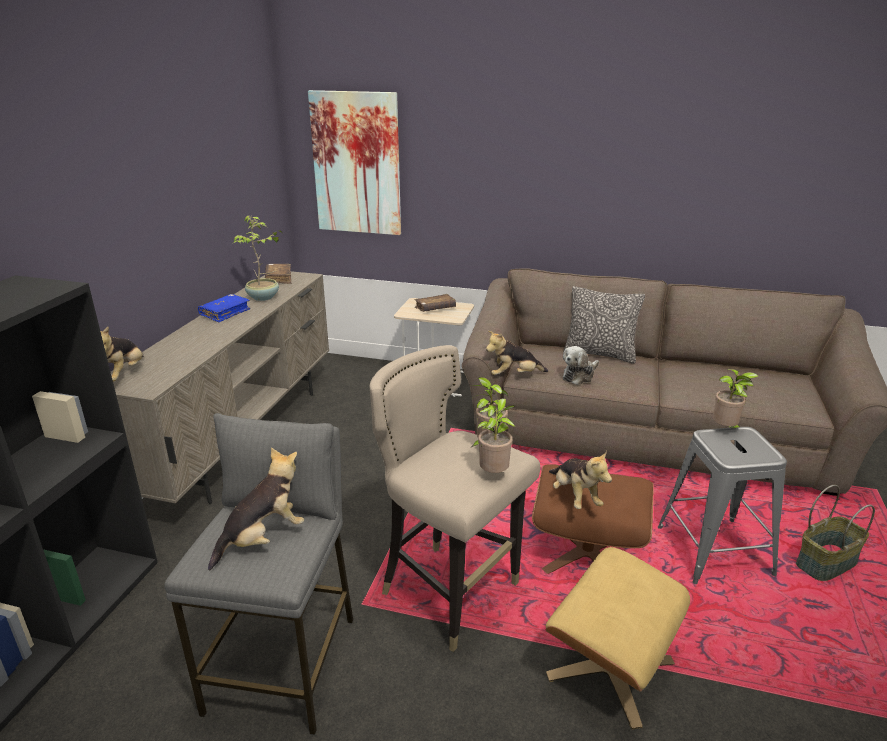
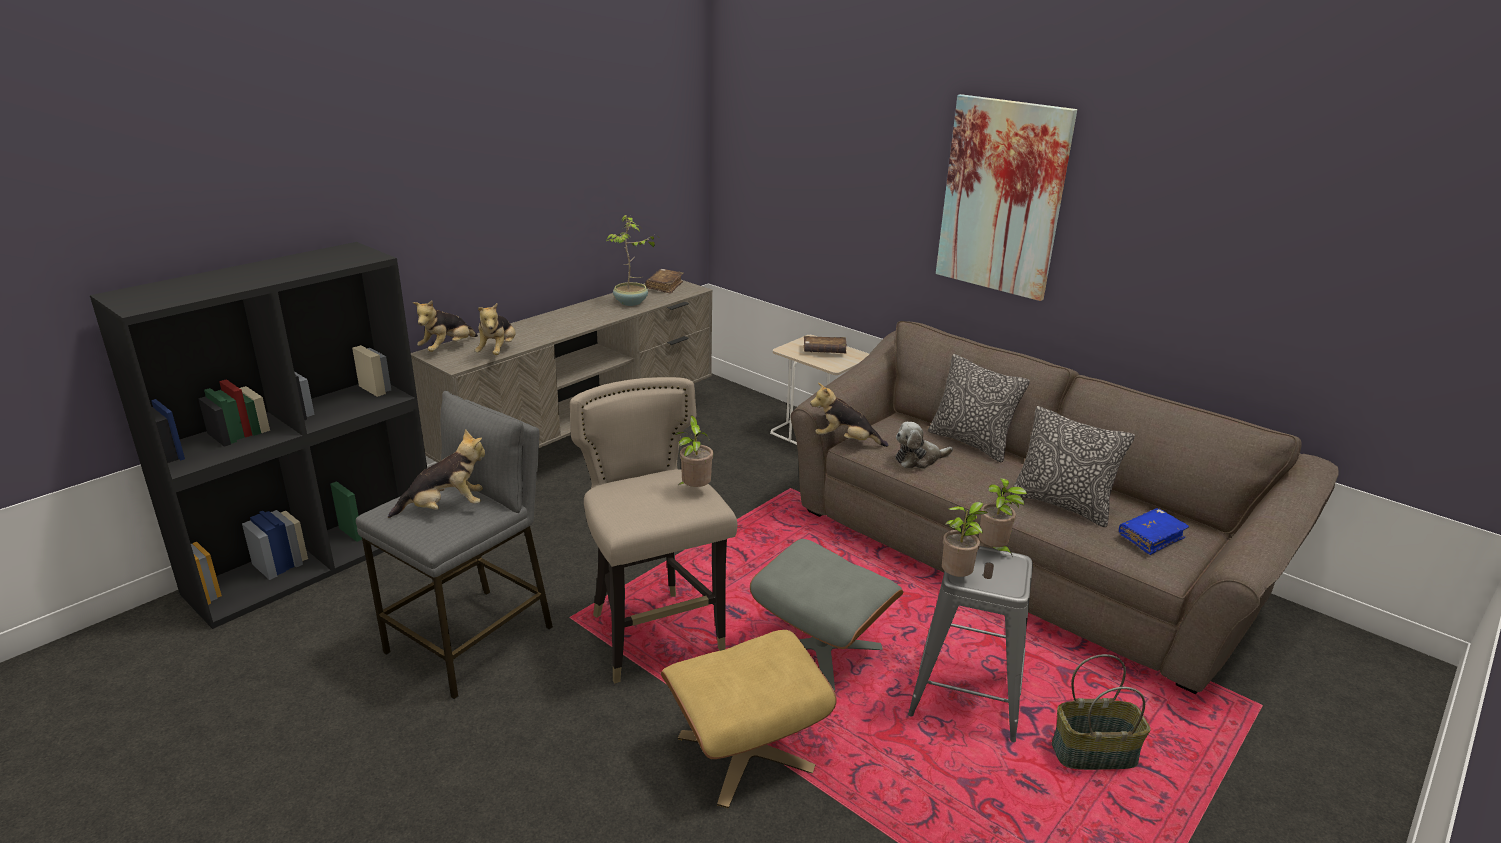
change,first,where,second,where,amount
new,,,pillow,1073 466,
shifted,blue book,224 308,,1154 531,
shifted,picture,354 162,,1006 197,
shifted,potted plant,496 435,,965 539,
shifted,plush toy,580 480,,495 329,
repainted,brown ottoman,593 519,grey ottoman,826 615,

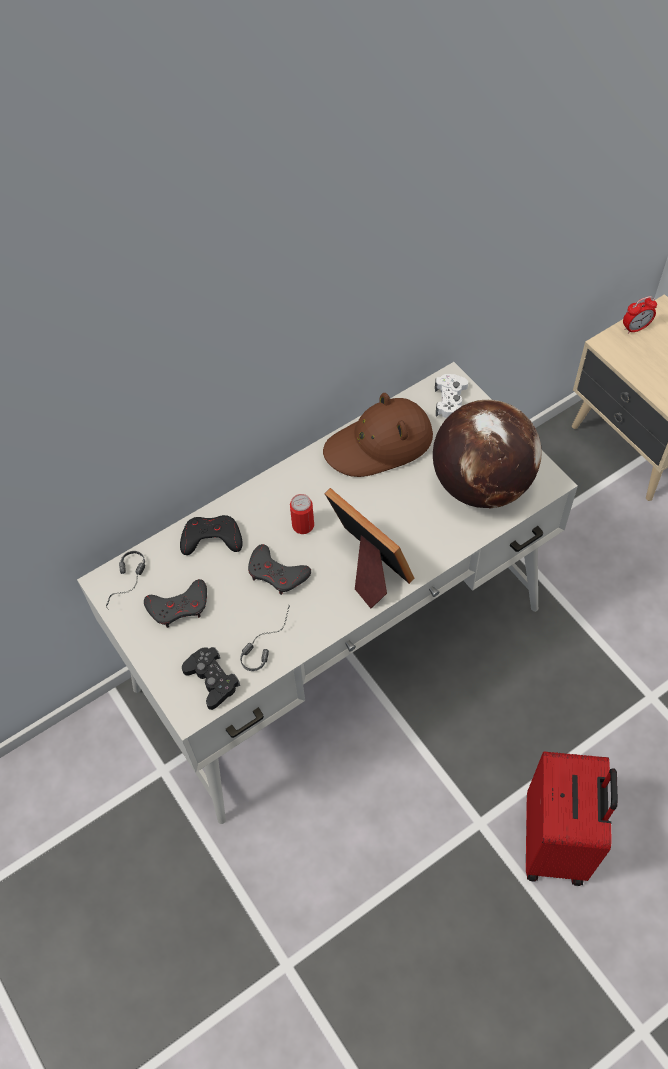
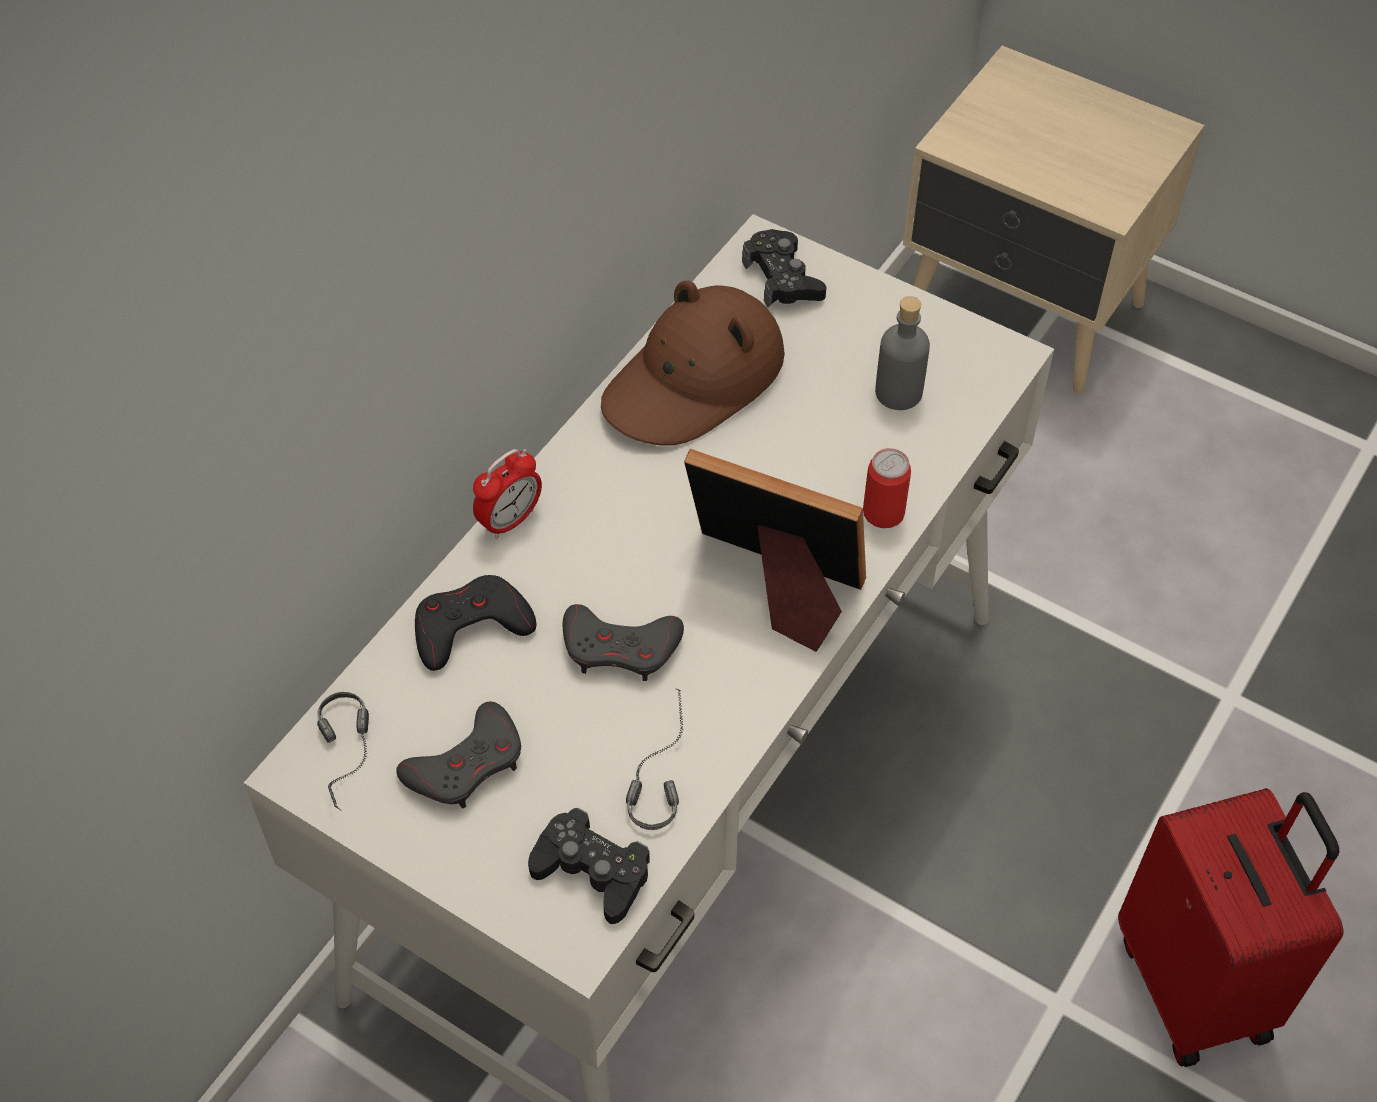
change,first,where,second,where,amount
shifted,can,302 514,,887 488,
shifted,alarm clock,640 315,,507 494,
swapped,globe,487 454,grey bottle,902 353,
repainted,white game controller,451 396,black game controller,784 268,

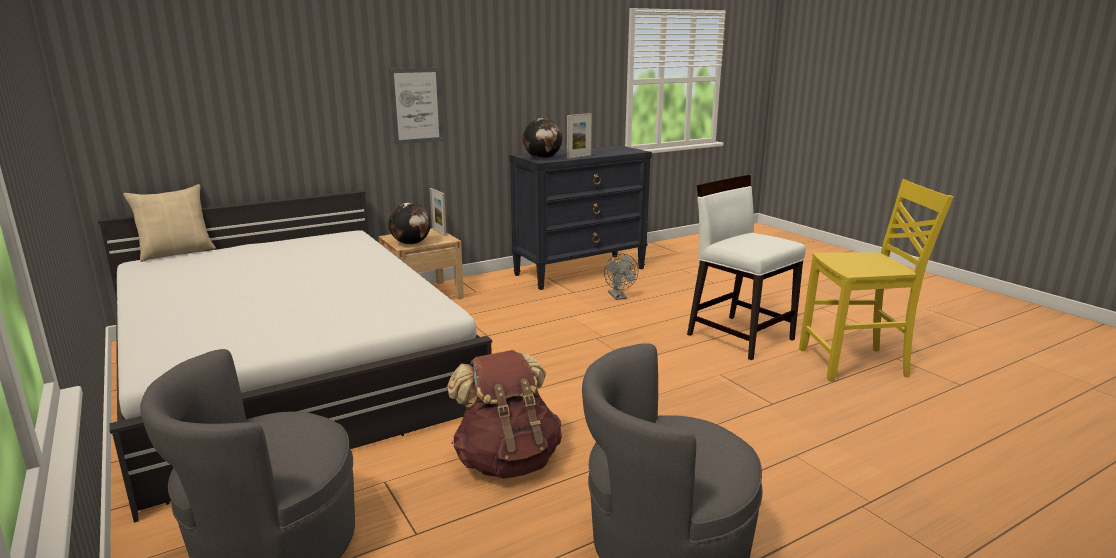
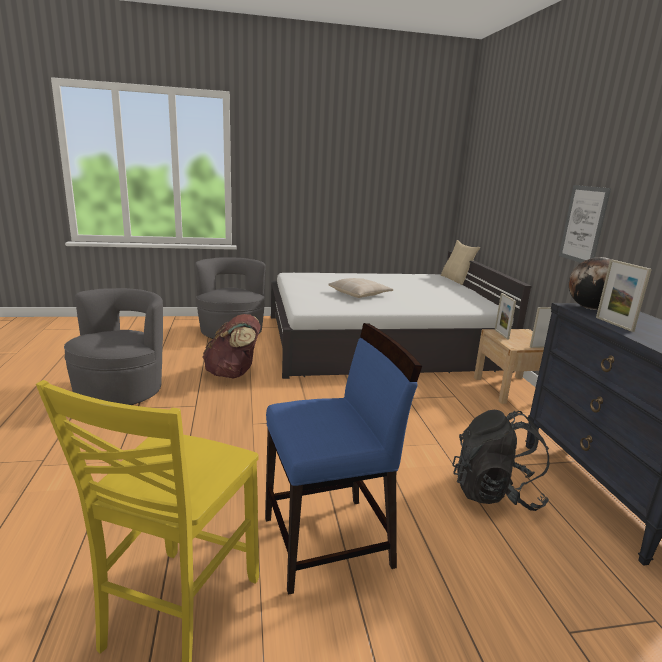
change,first,where,second,where,amount
new,,,beige pillow,361 288,
swapped,globe,409 224,picture frame,505 316,
swapped,grey fan,621 277,black backpack,501 460,
repainted,white chair,746 267,blue chair,343 459,

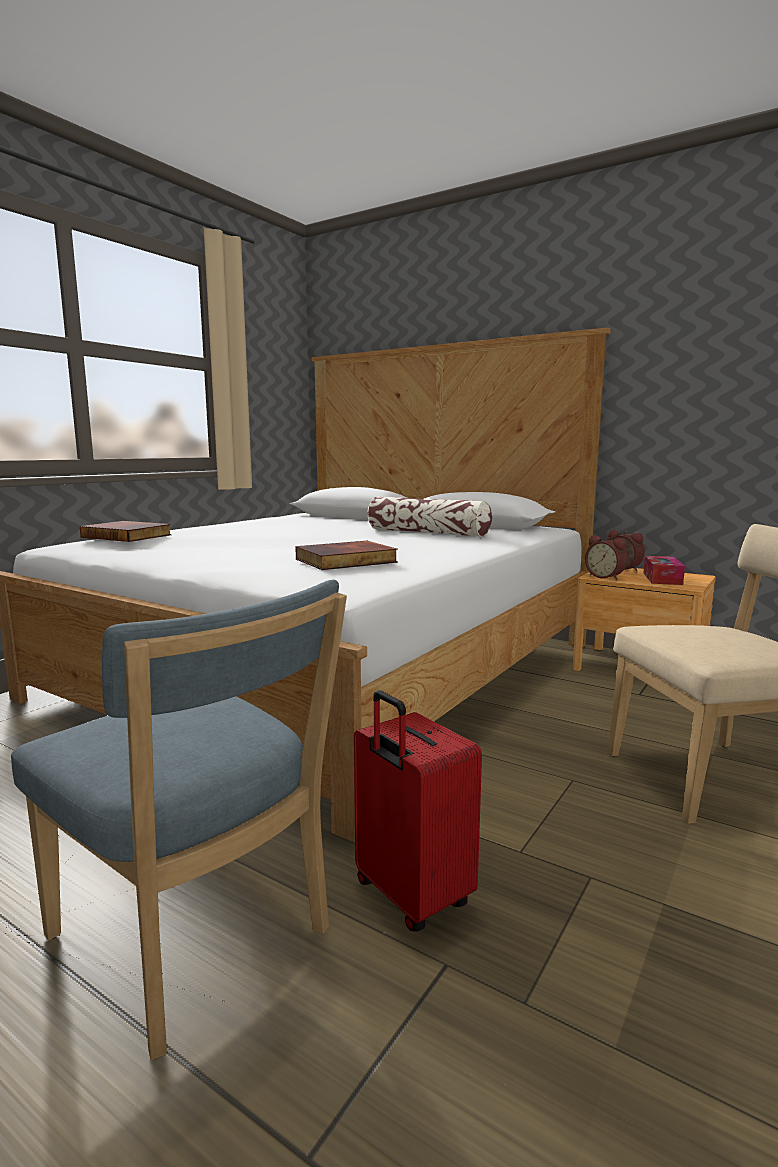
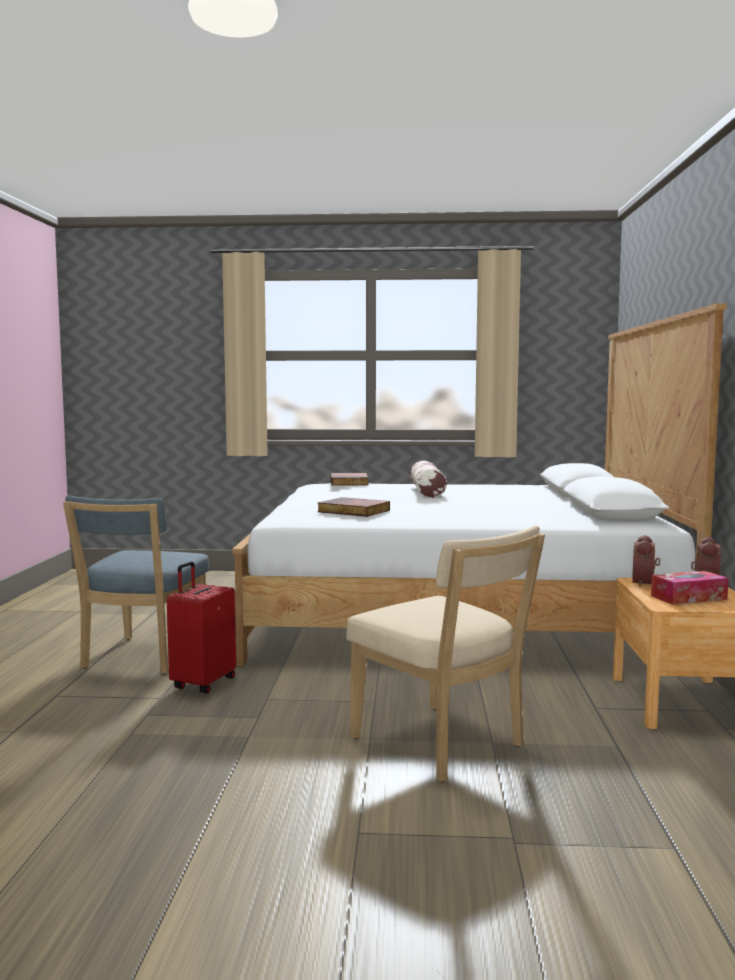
change,first,where,second,where,amount
shifted,pillow,429 516,,428 479,

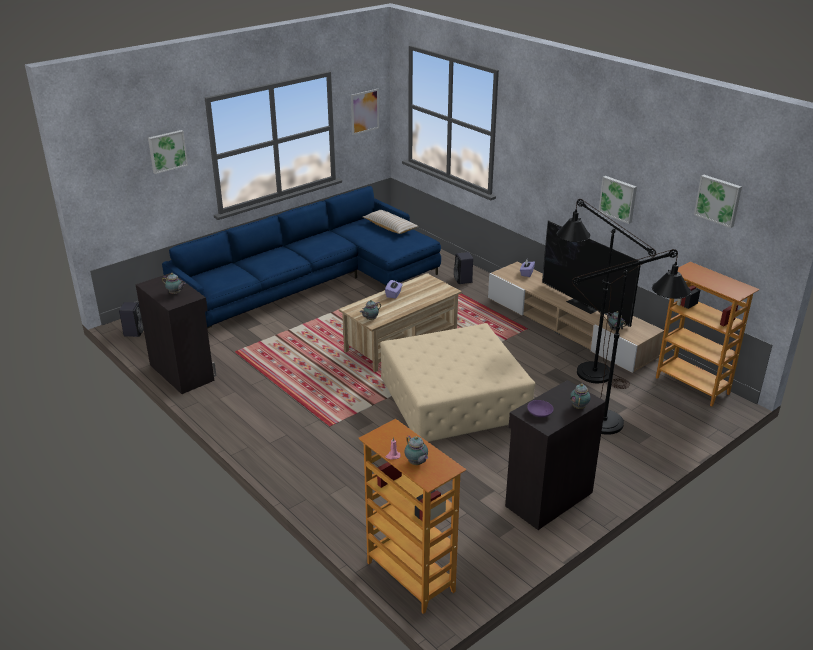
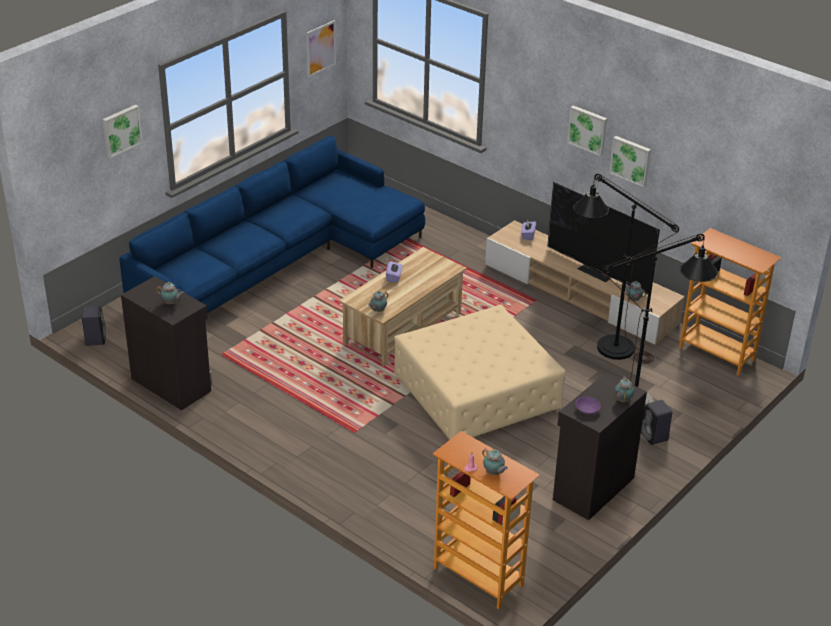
change,first,where,second,where,amount
gone,beige pillow,390 222,,,
shifted,black speaker,463 268,,657 422,
shifted,picture,718 201,,587 130,

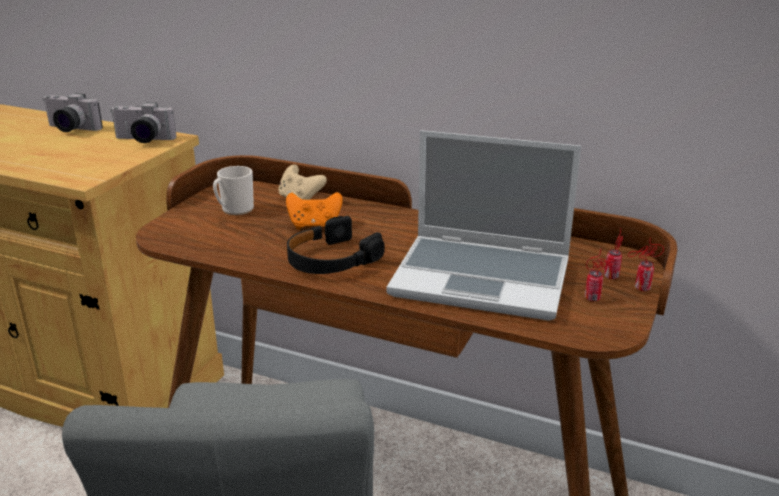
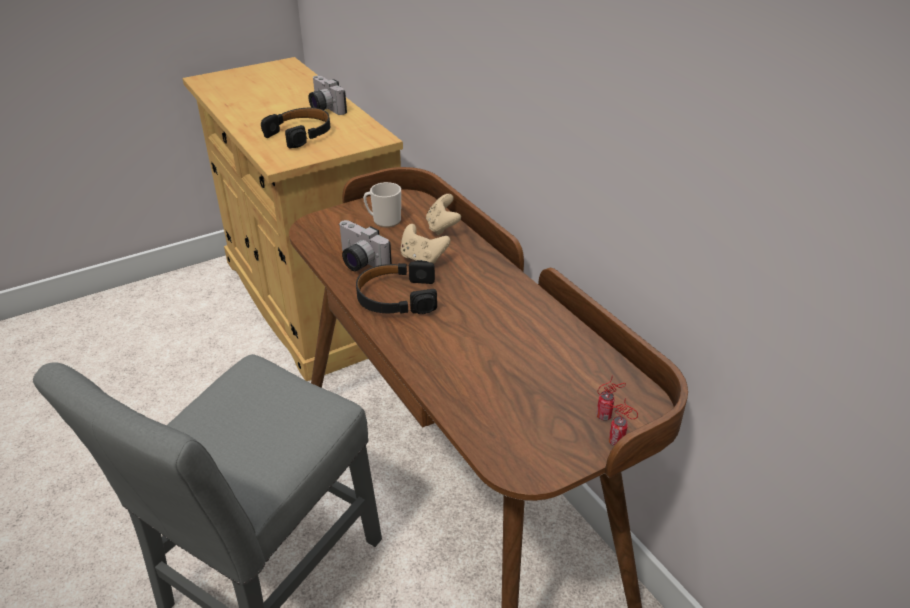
change,first,where,second,where,amount
gone,laptop,483 225,,,
gone,can,599 275,,,
new,,,black headphones,295 128,
shifted,photo camera,143 123,,365 246,
repainted,orange game controller,314 211,beige game controller,425 244,

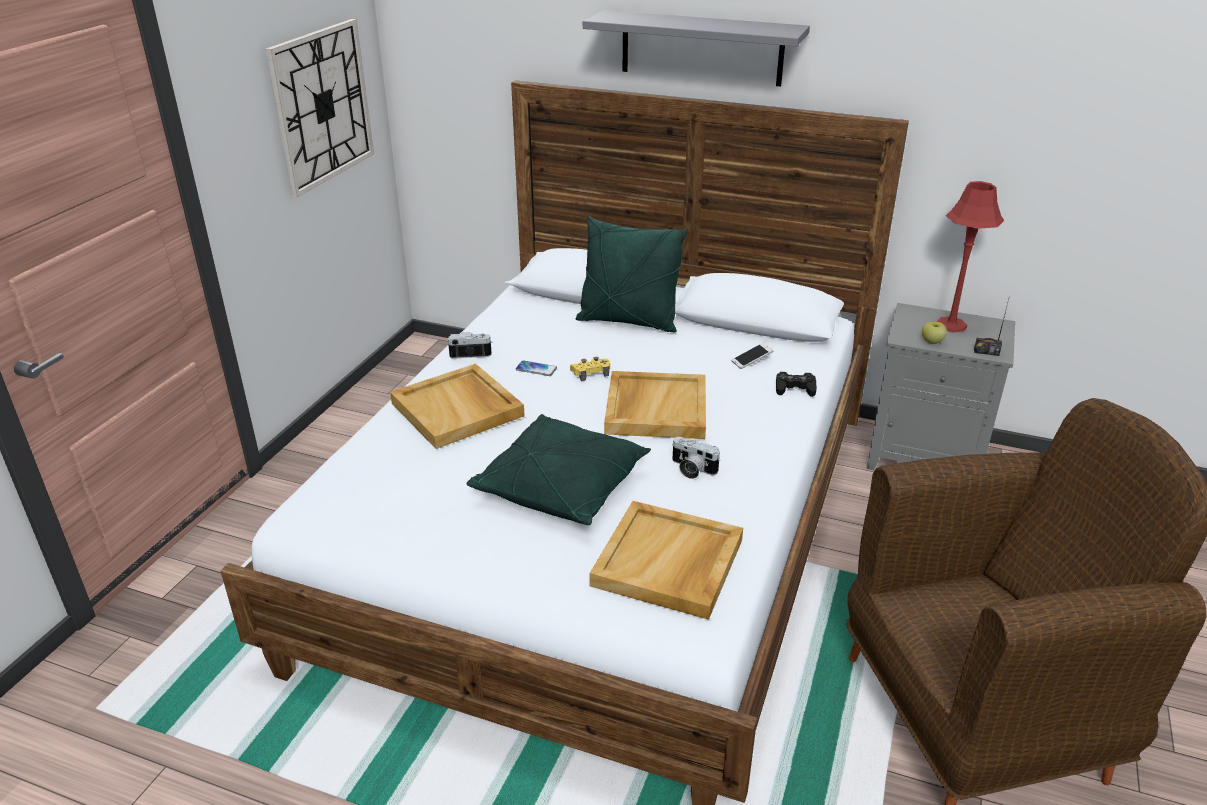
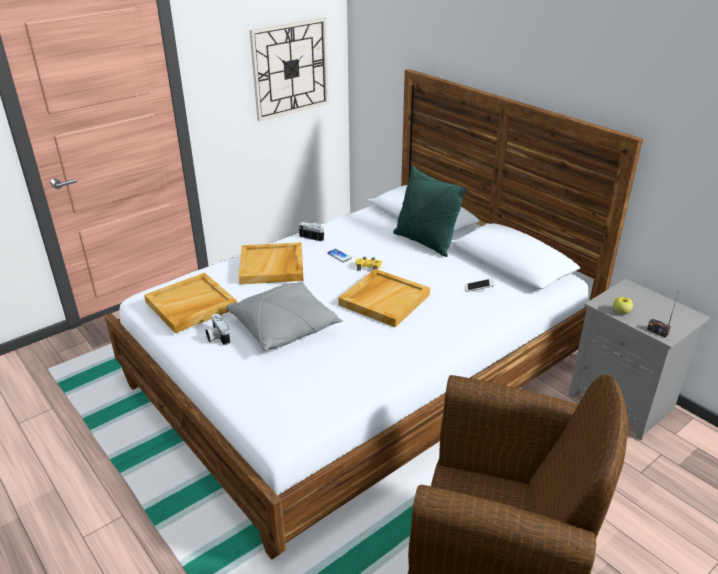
change,first,where,second,where,amount
gone,grey shelf,696 48,,,
gone,black game controller,796 384,,,
gone,red table lamp,970 257,,,
shifted,beige tray,666 560,,190 303,
shifted,photo camera,696 458,,218 329,
repainted,green pillow,558 469,grey pillow,284 316,

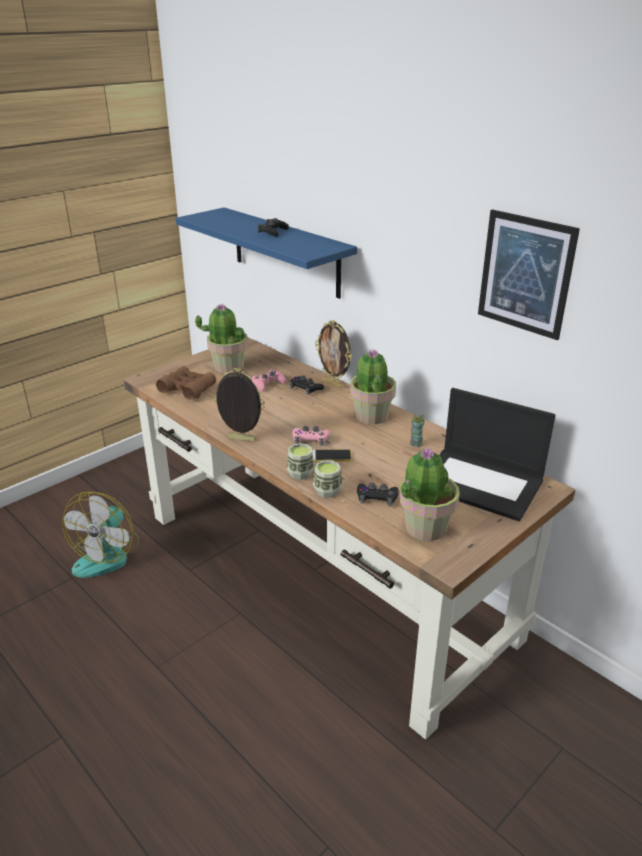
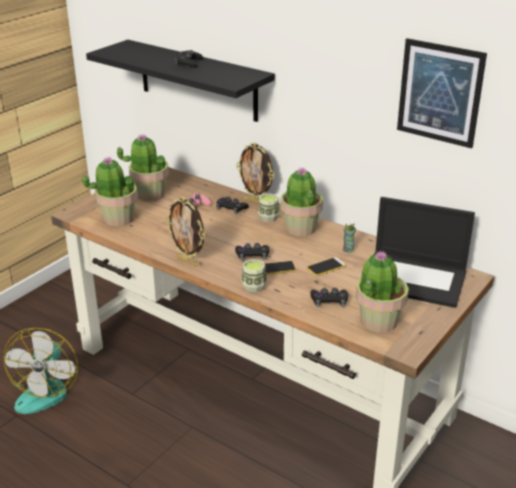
change,first,where,second,where,amount
new,,,phone,326 266,
shifted,cup,327 479,,269 208,
swapped,brown binoculars,186 383,potted plant,110 191,
repainted,blue shelf,266 253,black shelf,180 81,
repainted,pink game controller,310 436,black game controller,252 252,
rotated,picture frame,239 405,,185 232,150 degrees counterclockwise

